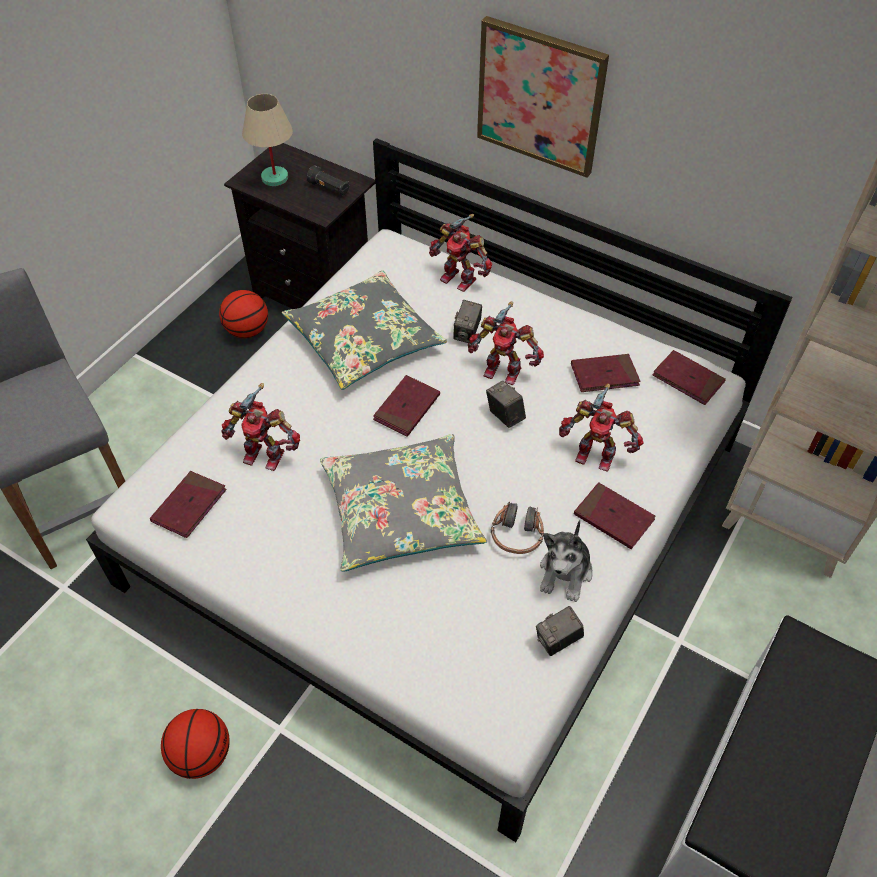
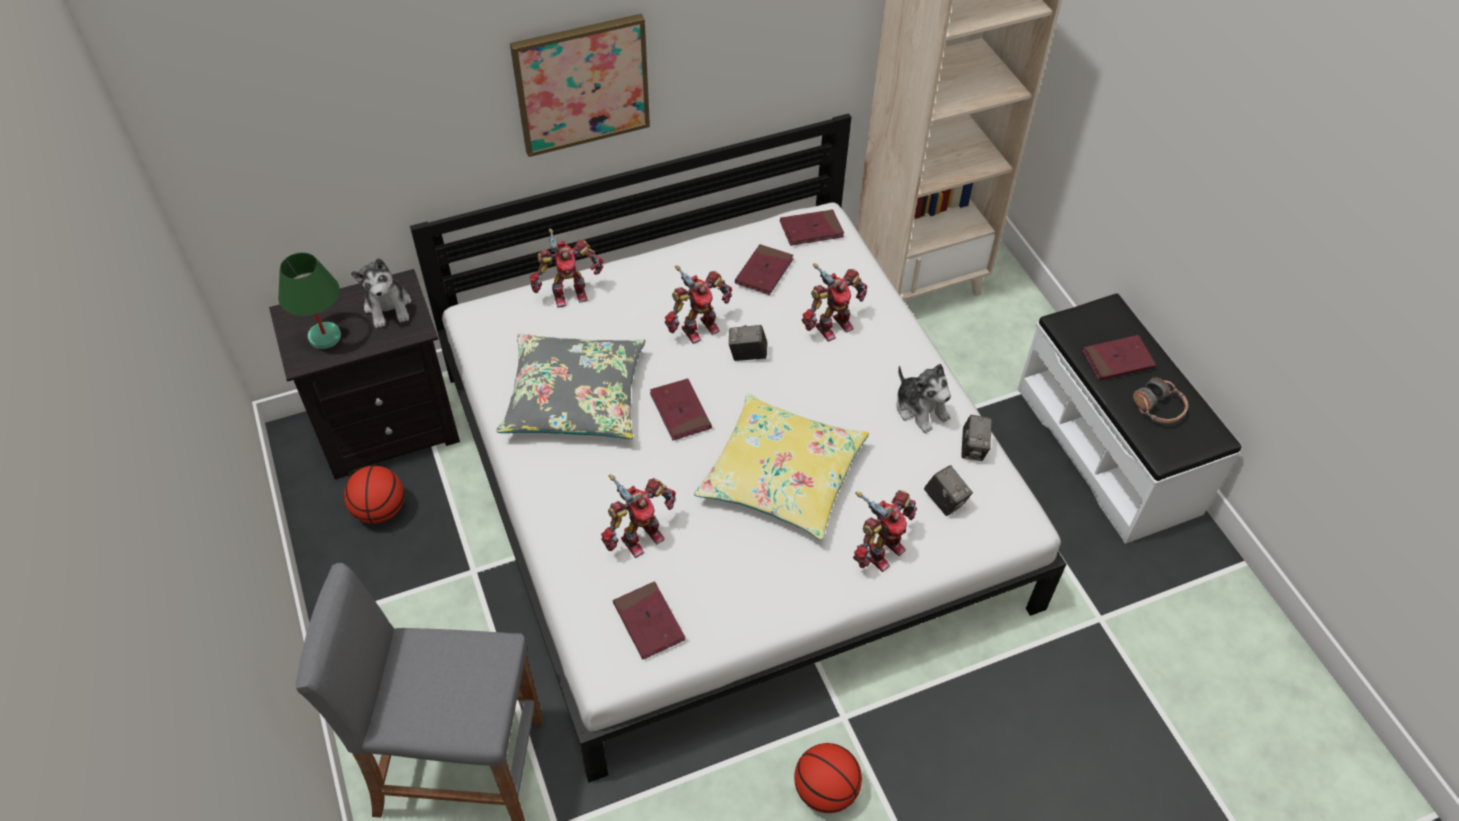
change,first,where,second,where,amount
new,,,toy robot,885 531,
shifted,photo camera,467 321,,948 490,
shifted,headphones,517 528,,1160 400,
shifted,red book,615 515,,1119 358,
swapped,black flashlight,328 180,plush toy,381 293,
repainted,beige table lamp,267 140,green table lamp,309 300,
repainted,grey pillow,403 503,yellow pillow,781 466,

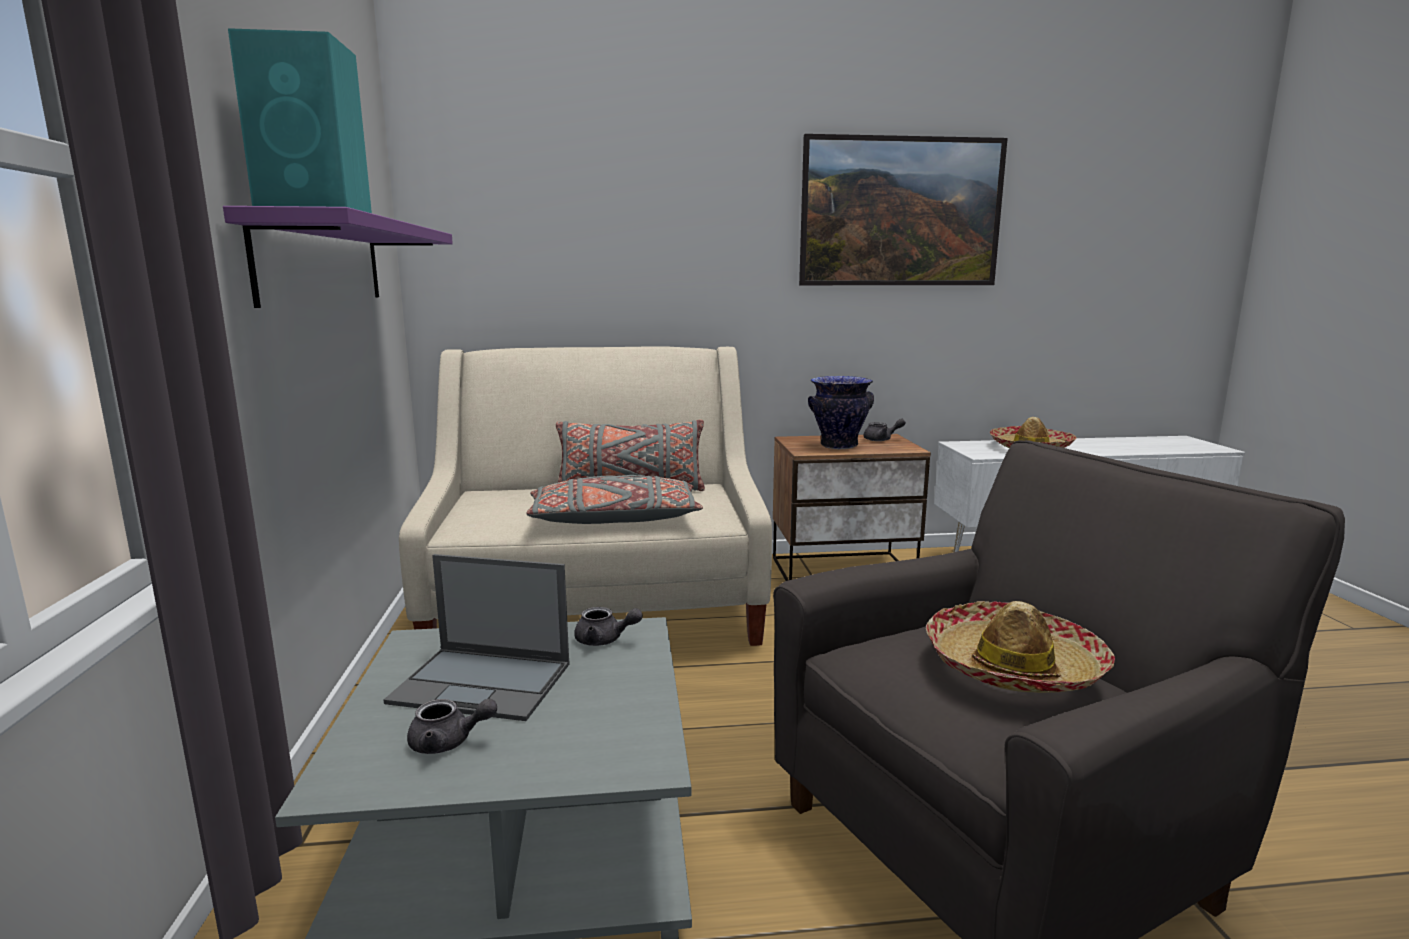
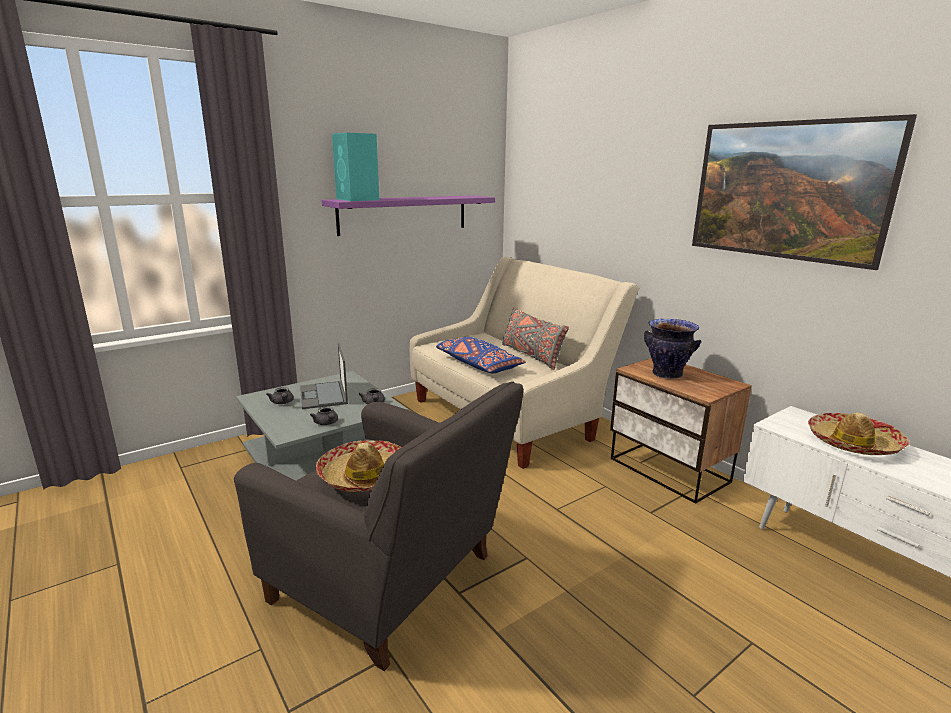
change,first,where,second,where,amount
shifted,grey teapot,885 429,,324 415,
repainted,grey pillow,615 499,blue pillow,481 355,

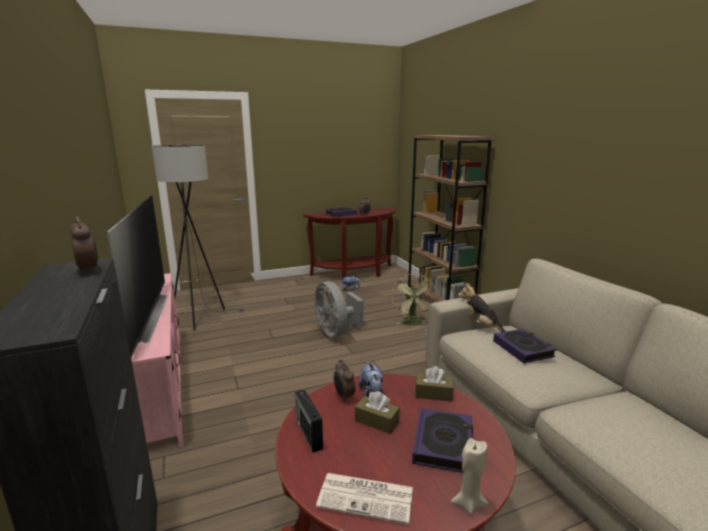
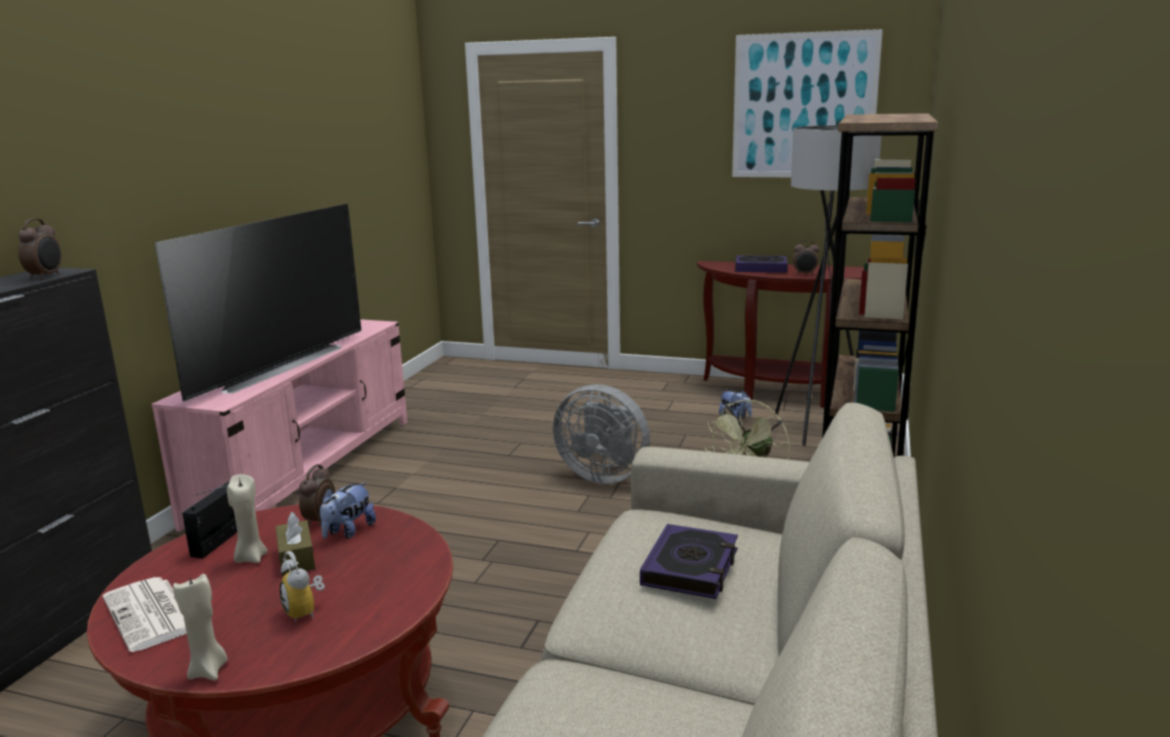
change,first,where,second,where,amount
gone,brown tissue box,434 384,,,
gone,plush toy,482 307,,,
new,,,beige candle,247 518,
new,,,picture,807 103,
shifted,grey floor lamp,198 237,,836 285,
swapped,book,442 440,alarm clock,302 586,
rotated,grey fan,339 309,,601 434,75 degrees counterclockwise

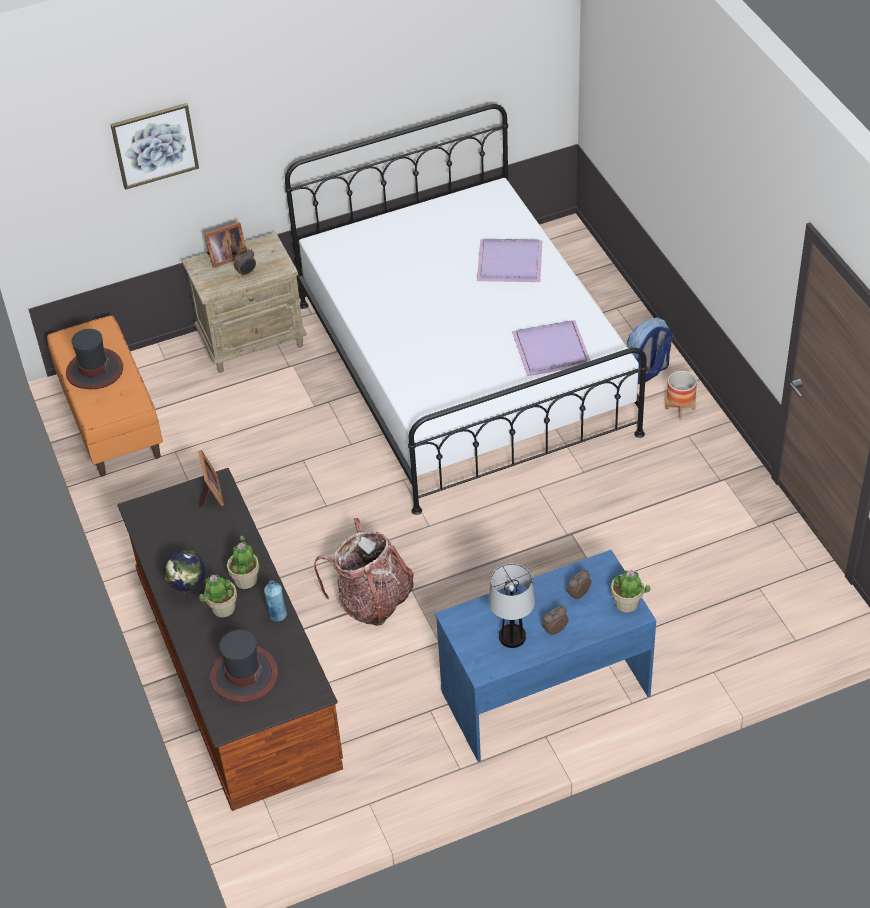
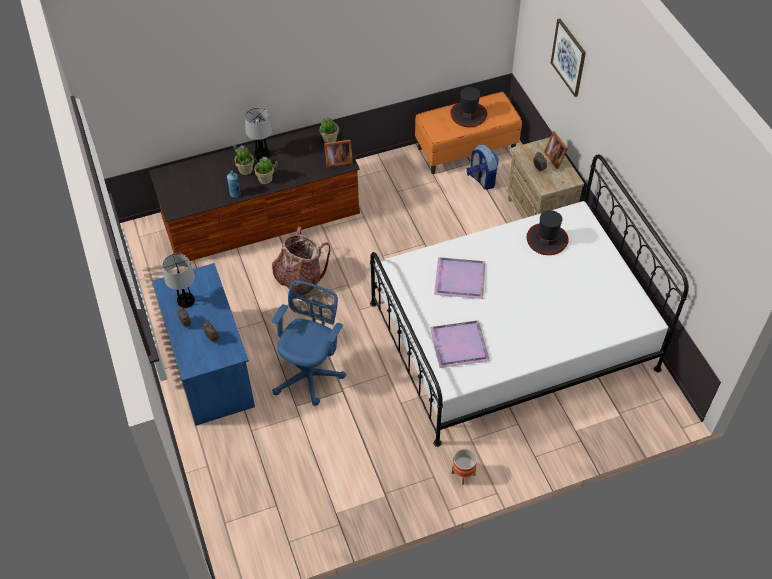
change,first,where,second,where,amount
new,,,blue office chair,309 343,
shifted,hat,244 666,,548 232,
shifted,purple tray,510 260,,460 278,
shifted,potted plant,630 591,,329 130,
shifted,backpack,649 351,,482 167,
swapped,globe,184 573,table lamp,258 134,

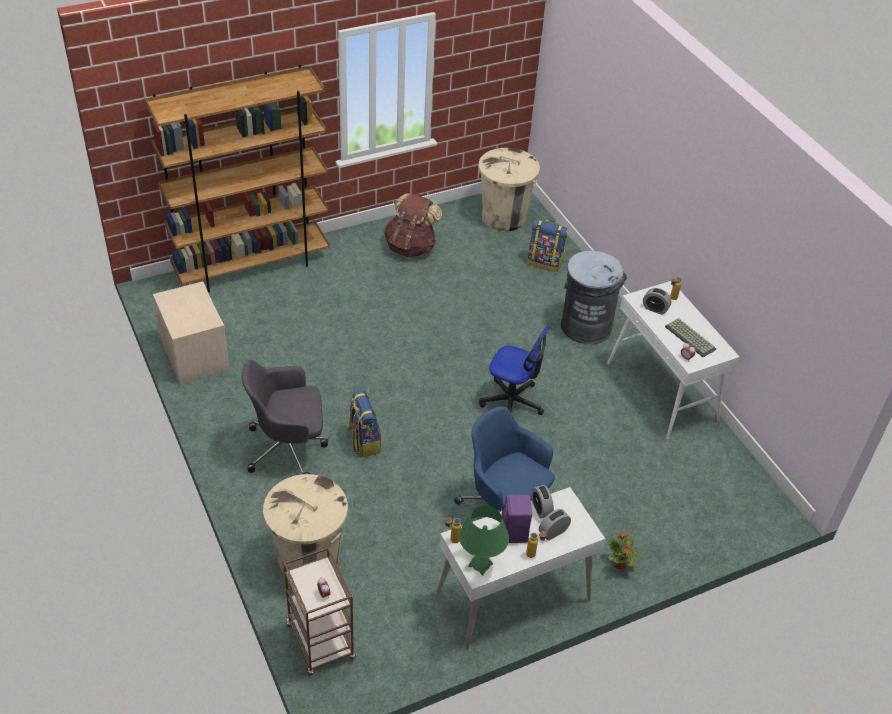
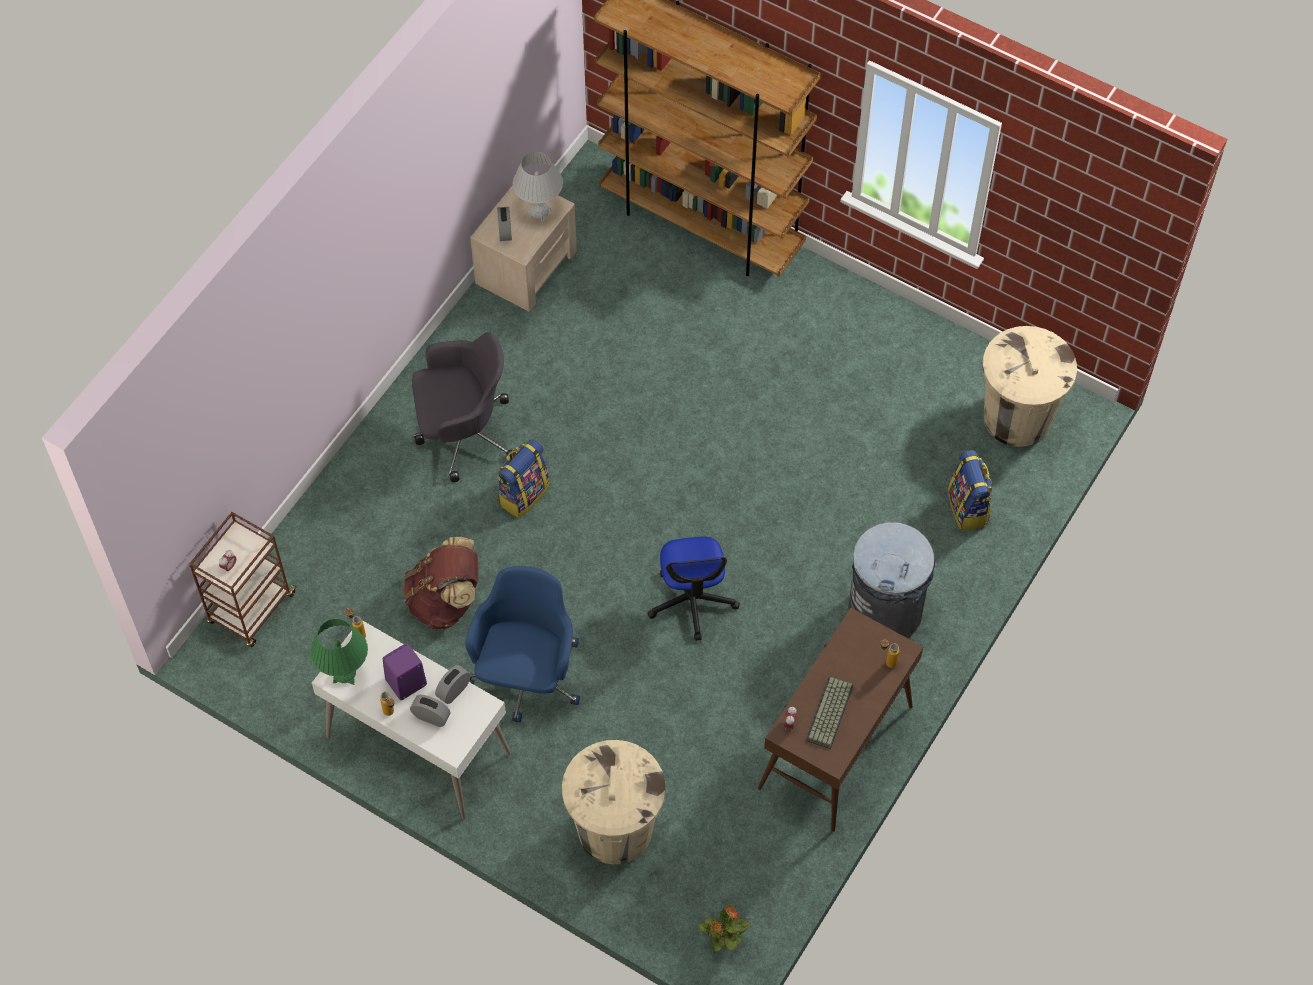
change,first,where,second,where,amount
new,,,white table lamp,537 187,
shifted,beige trash can,305 524,,613 802,
shifted,brown backpack,413 225,,441 583,
shifted,potted plant,625 551,,724 927,
shifted,alarm clock,657 301,,504 224,
repainted,white console table,673 360,brown console table,840 720,
rotated,grey office chair,284 417,,462 407,120 degrees clockwise

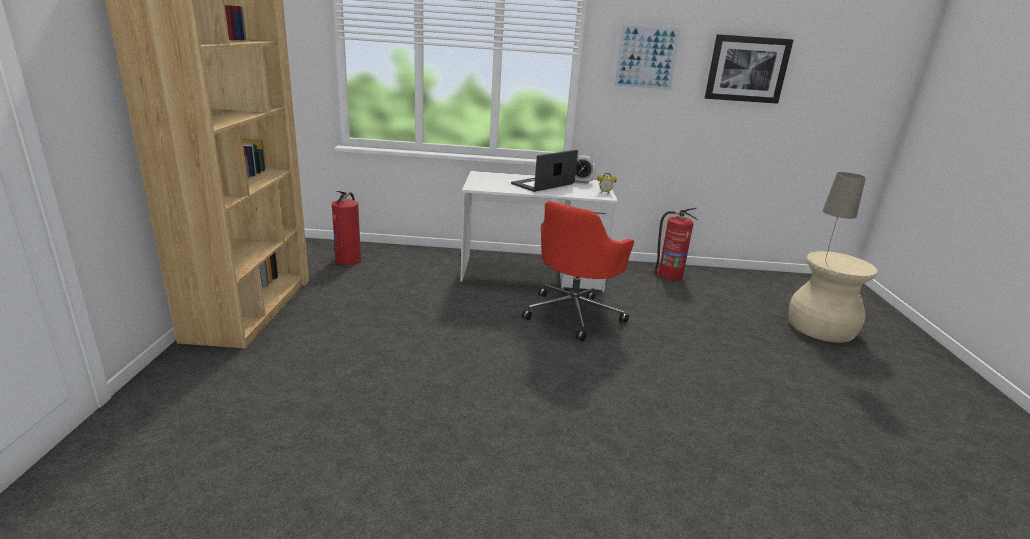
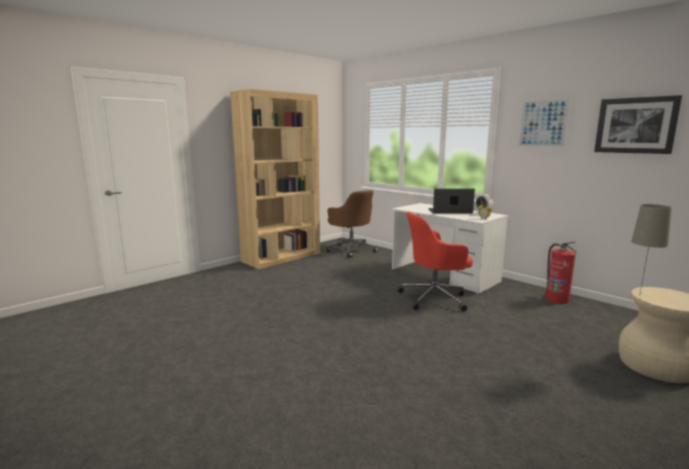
change,first,where,second,where,amount
swapped,fire extinguisher,346 228,brown office chair,352 224,

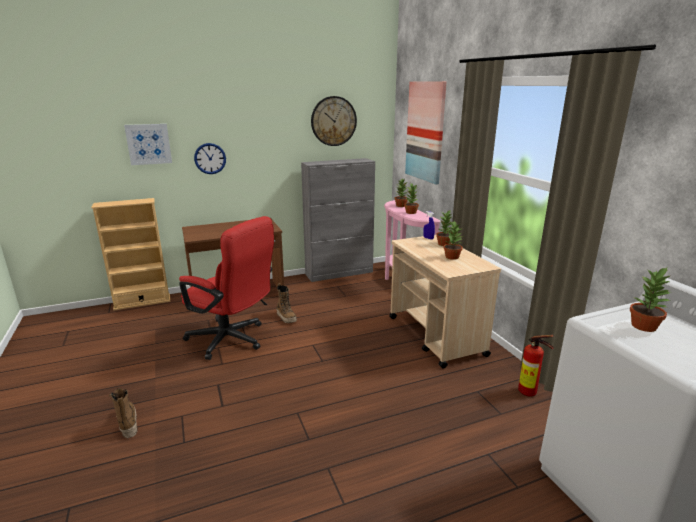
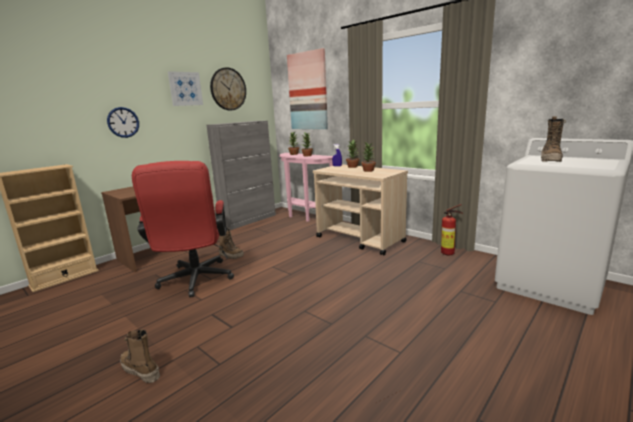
change,first,where,second,where,amount
shifted,picture,148 144,,185 88,
swapped,potted plant,651 299,boot,553 139,
rotated,red office chair,226 288,,183 229,75 degrees clockwise

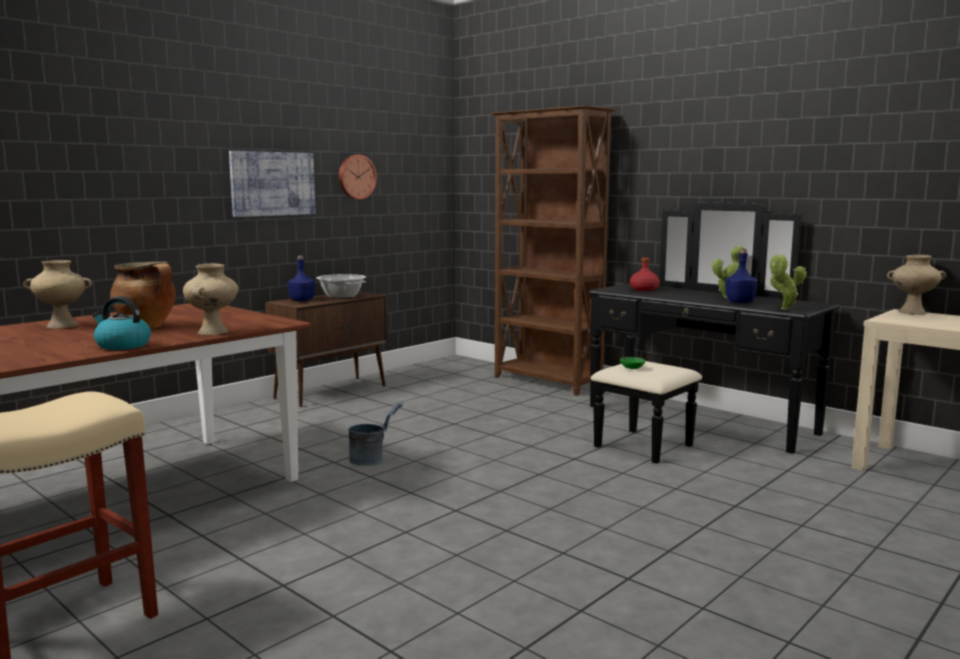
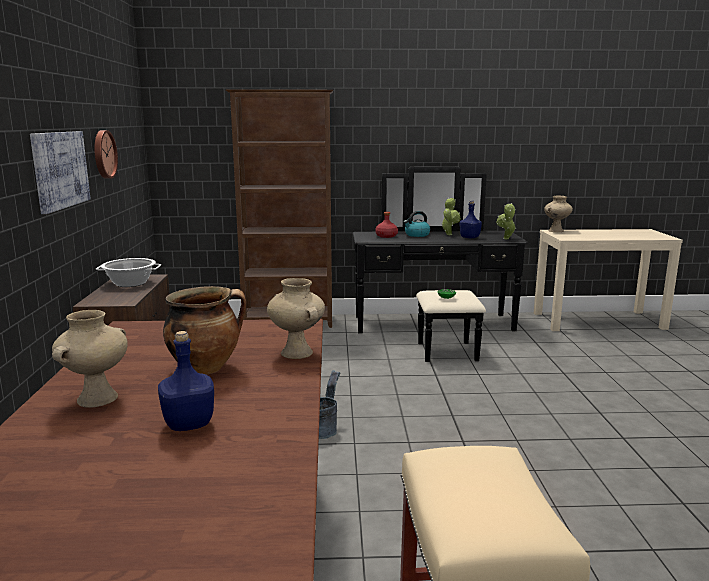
change,first,where,second,where,amount
shifted,kettle,121 323,,416 224,
shifted,blue bottle,301 278,,186 381,

